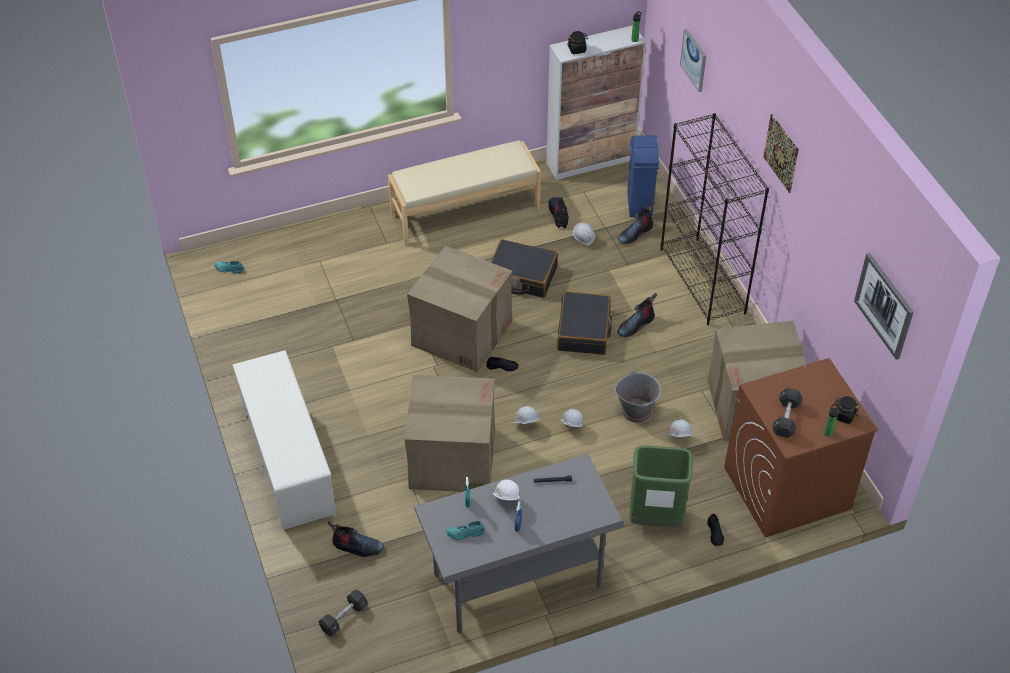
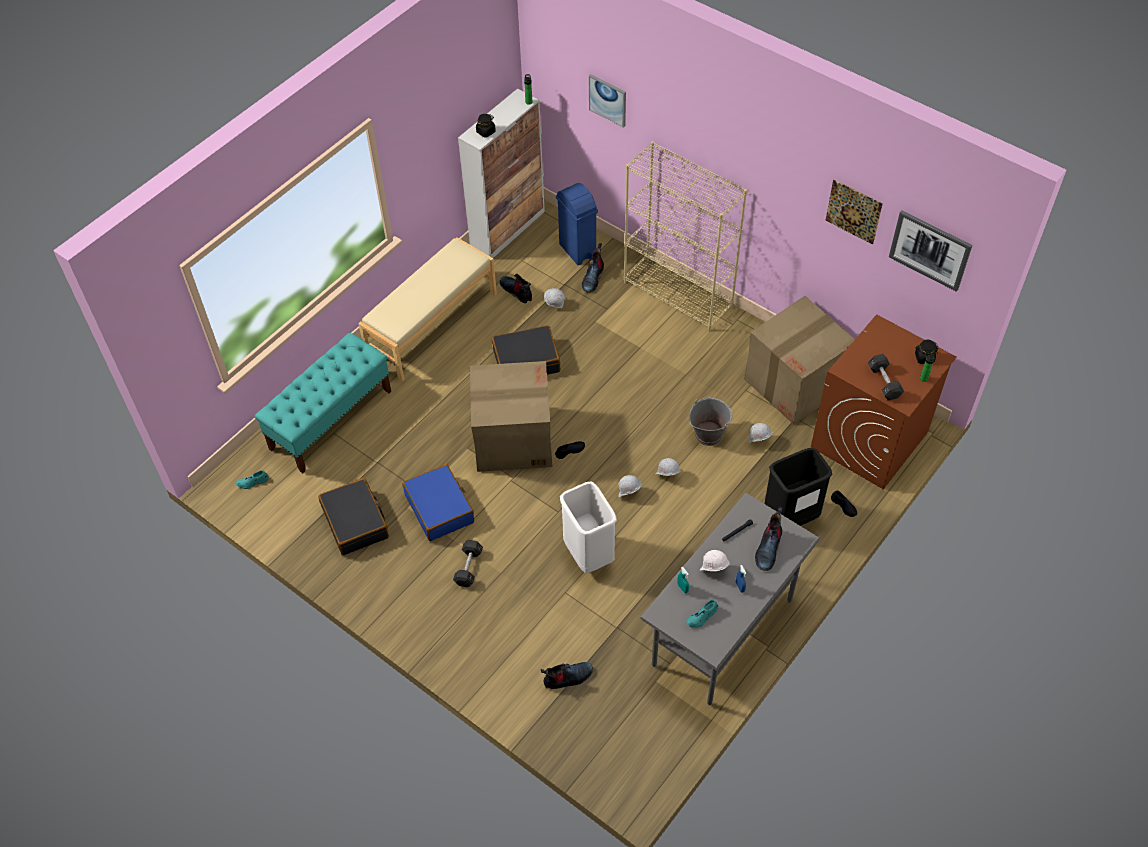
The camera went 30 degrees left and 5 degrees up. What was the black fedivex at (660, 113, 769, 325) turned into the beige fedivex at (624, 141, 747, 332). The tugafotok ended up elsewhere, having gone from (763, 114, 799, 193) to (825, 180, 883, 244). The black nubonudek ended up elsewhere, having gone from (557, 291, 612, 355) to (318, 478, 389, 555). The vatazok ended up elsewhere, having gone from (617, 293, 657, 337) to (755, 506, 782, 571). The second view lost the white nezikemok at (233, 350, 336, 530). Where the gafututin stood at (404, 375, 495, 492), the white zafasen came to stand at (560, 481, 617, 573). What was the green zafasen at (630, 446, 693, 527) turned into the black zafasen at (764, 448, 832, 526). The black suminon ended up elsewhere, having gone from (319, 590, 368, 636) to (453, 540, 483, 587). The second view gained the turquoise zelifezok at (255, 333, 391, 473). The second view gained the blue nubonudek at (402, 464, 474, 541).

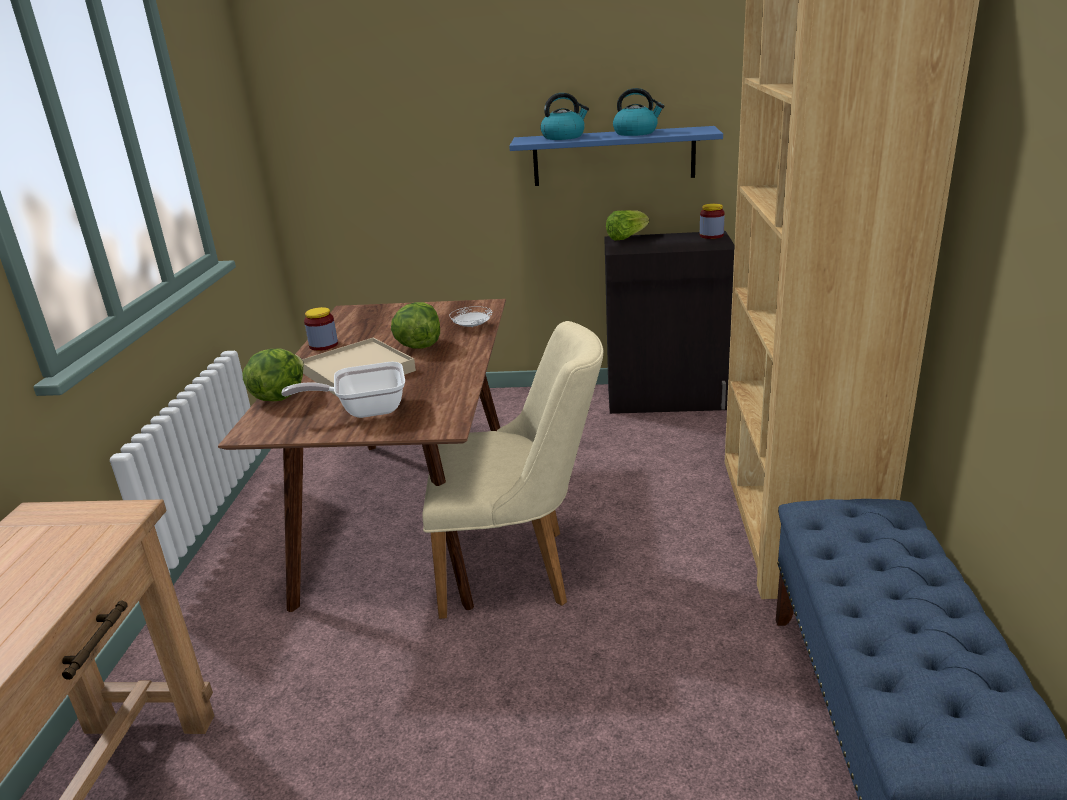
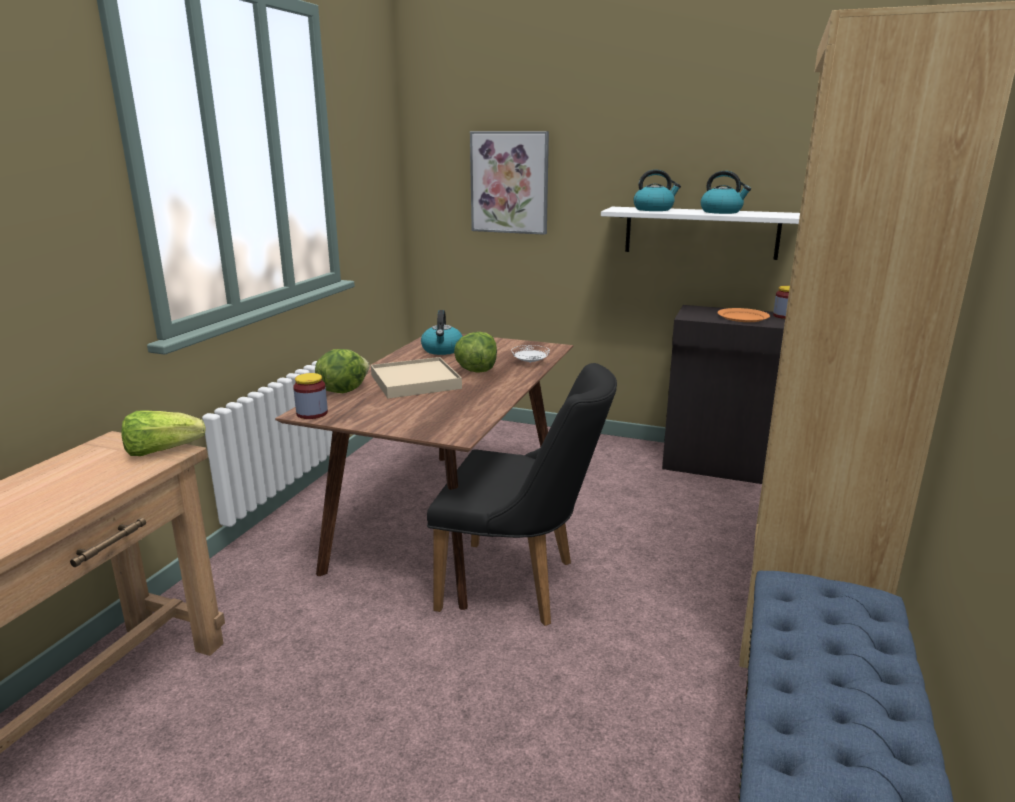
The camera went 15 degrees right and 5 degrees down. What was the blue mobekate at (509, 126, 723, 186) turned into the white mobekate at (601, 207, 800, 260). The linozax ended up elsewhere, having gone from (606, 210, 649, 240) to (121, 410, 206, 456). The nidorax ended up elsewhere, having gone from (304, 307, 338, 351) to (293, 373, 328, 419). What was the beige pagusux at (422, 321, 603, 619) turned into the black pagusux at (427, 363, 617, 626). The second view lost the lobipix at (281, 362, 405, 418). The second view gained the tugafotok at (470, 131, 549, 235). The second view gained the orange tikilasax at (717, 308, 770, 322). The second view gained the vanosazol at (421, 310, 463, 355).

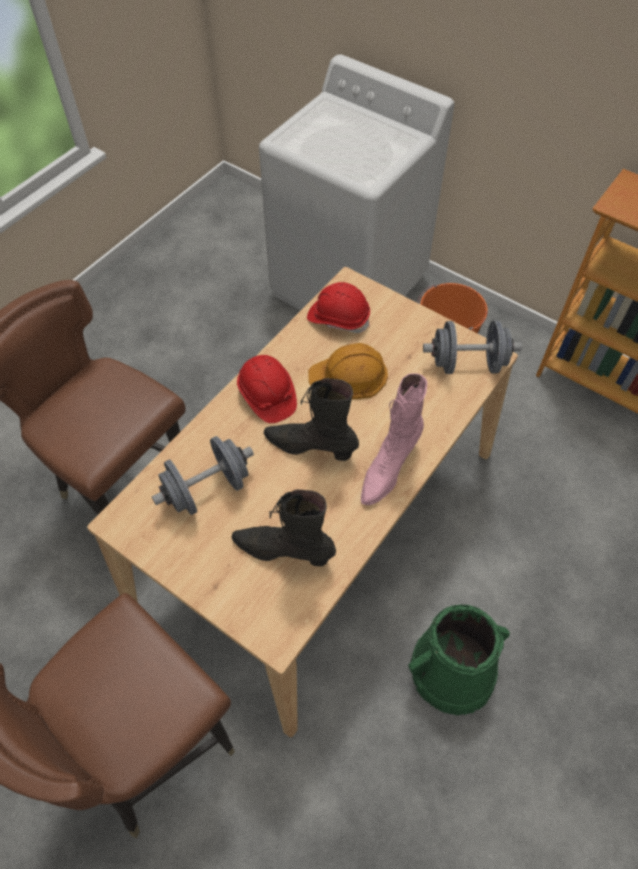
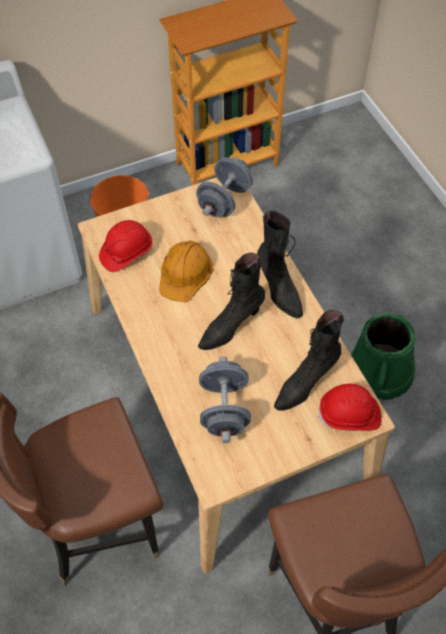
The camera went 60 degrees left and 0 degrees up. The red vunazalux ended up elsewhere, having gone from (237, 355, 297, 423) to (317, 384, 382, 431). What was the pink vatazok at (361, 373, 427, 505) turned into the black vatazok at (257, 211, 303, 318).

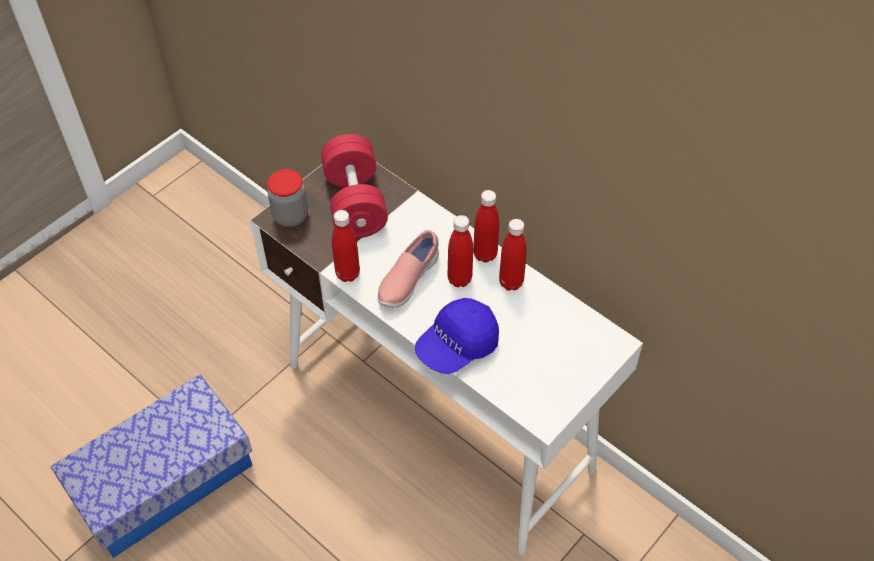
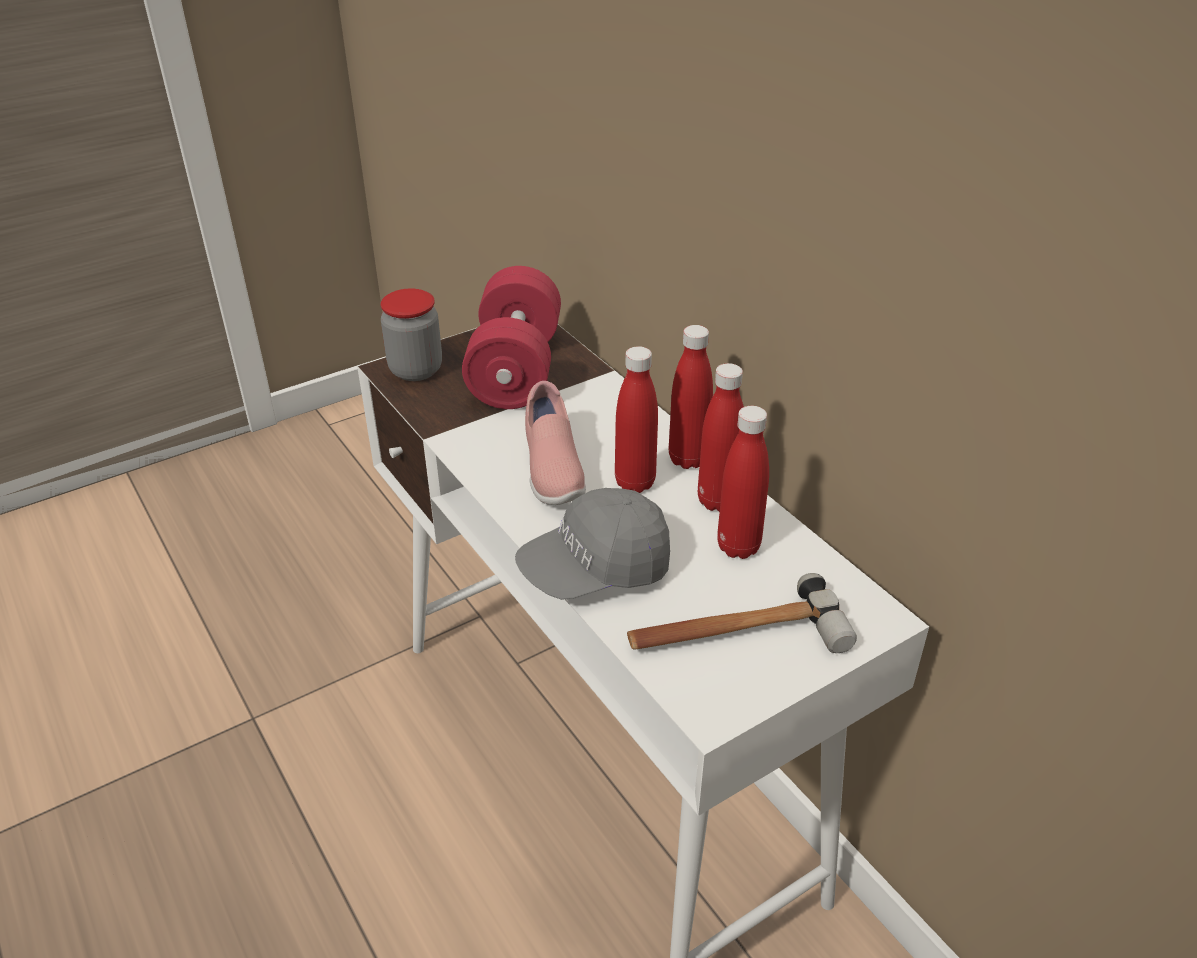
The camera went 15 degrees right and 15 degrees down. The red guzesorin ended up elsewhere, having gone from (332, 210, 360, 282) to (717, 406, 769, 559). The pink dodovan at (377, 230, 439, 308) ended up facing another way, 60 degrees counterclockwise from before. What was the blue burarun at (415, 298, 499, 374) turned into the grey burarun at (515, 488, 670, 600). The second view lost the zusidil at (51, 375, 252, 558). The second view gained the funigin at (627, 573, 857, 653).

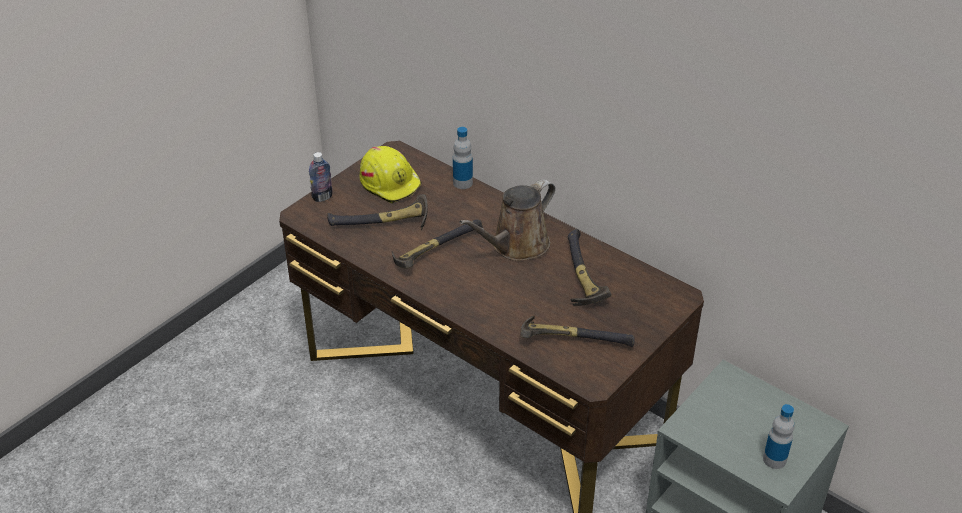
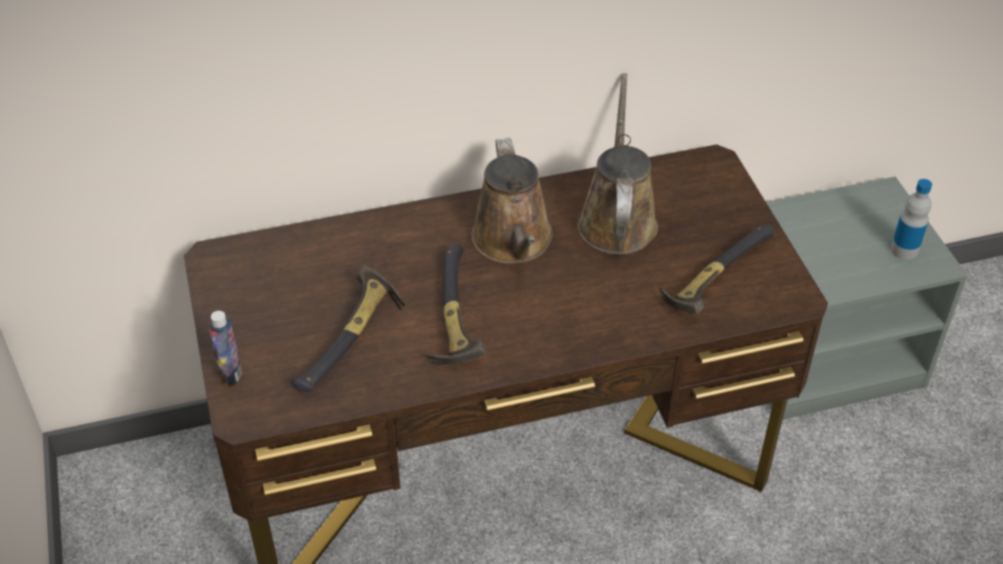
The camera went 55 degrees left and 5 degrees up. The second view lost the guzesorin at (453, 127, 473, 189). The second view lost the yellow vunazalux at (359, 146, 422, 203). Where the funigin stood at (568, 229, 612, 306), the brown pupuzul came to stand at (577, 73, 658, 255).

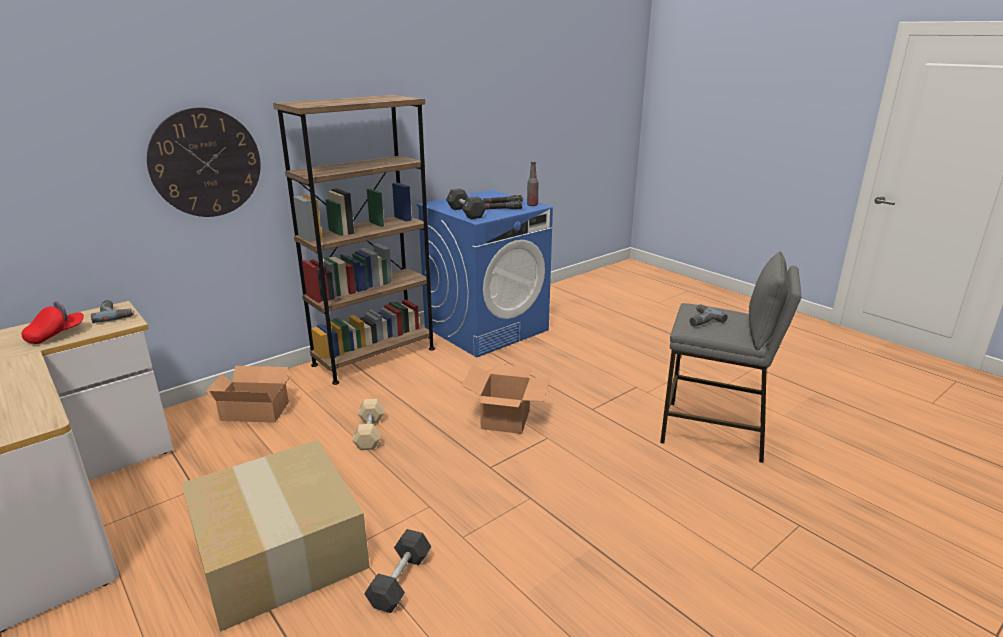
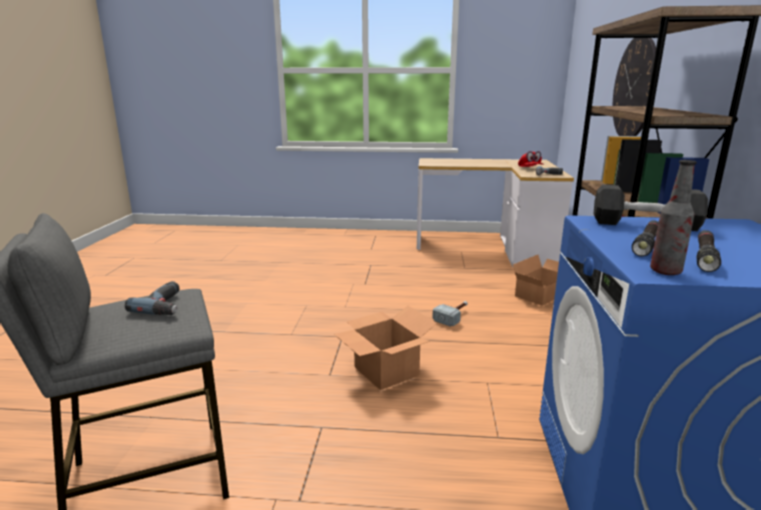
The camera went 135 degrees right and 5 degrees down. Where the beige suminon stood at (352, 399, 385, 450), the funigin came to stand at (432, 301, 468, 326). The second view lost the gafututin at (182, 440, 370, 632). The second view lost the black suminon at (364, 529, 432, 613).

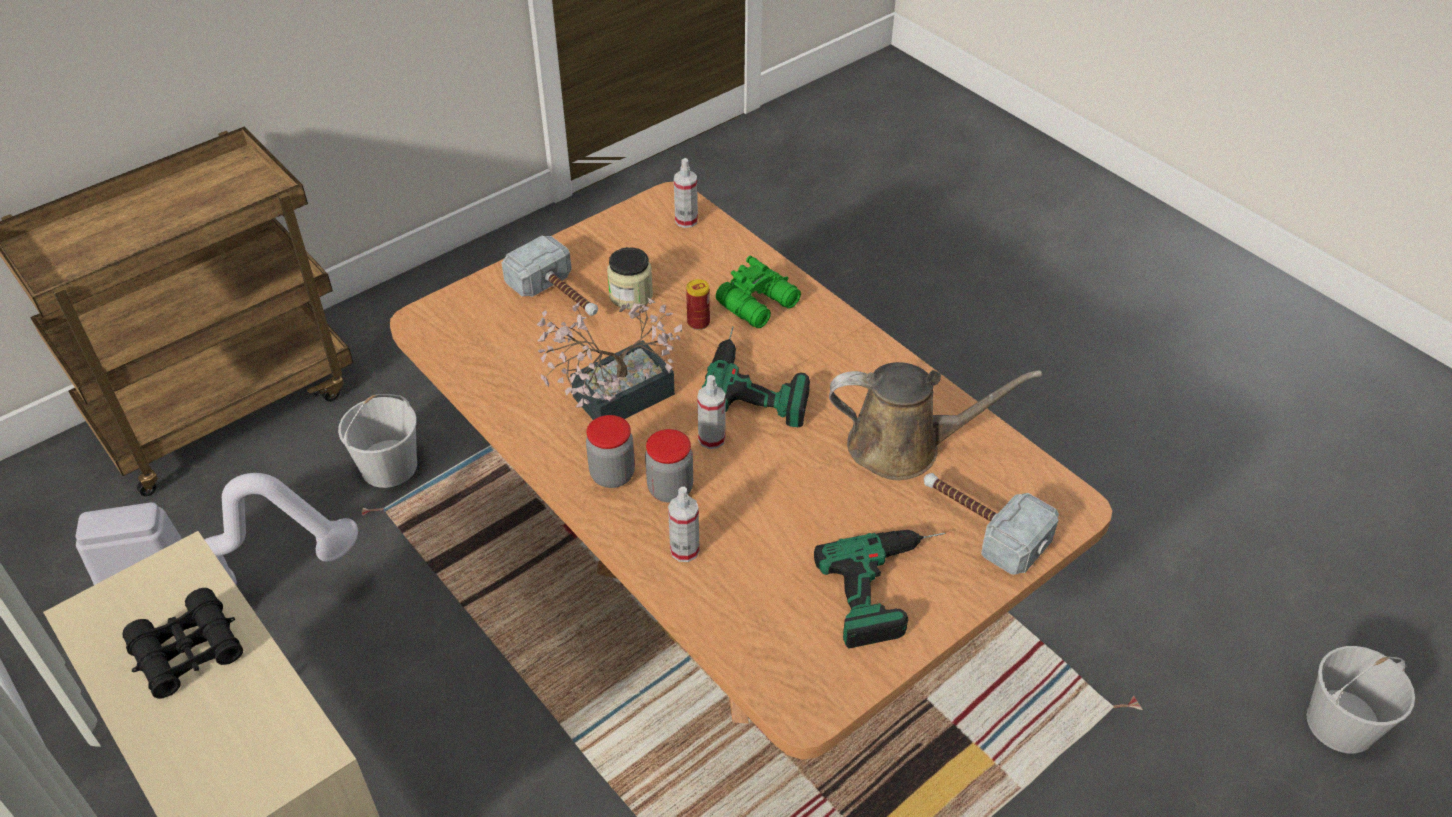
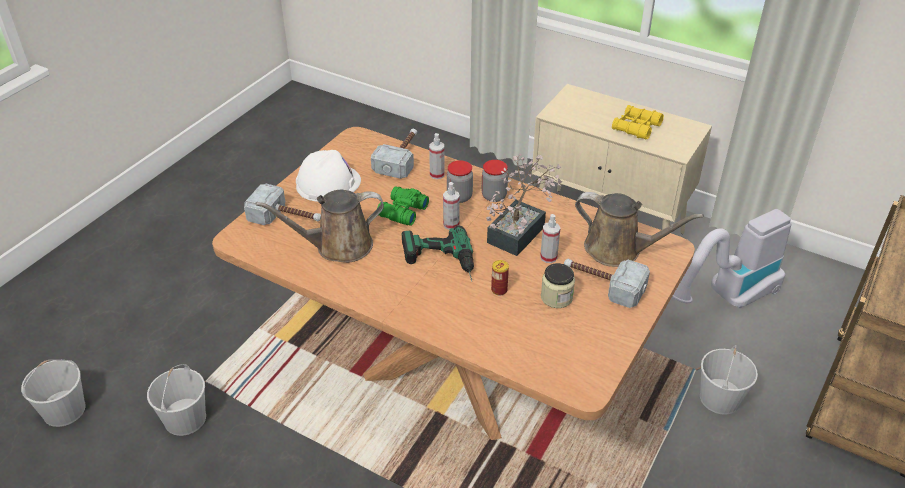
The camera went 160 degrees right and 5 degrees down. The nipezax ended up elsewhere, having gone from (674, 158, 698, 228) to (540, 214, 560, 263). The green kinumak ended up elsewhere, having gone from (716, 256, 801, 328) to (377, 186, 429, 226). Where the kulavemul stood at (814, 530, 945, 649), the white vunazalux came to stand at (296, 150, 361, 202). What was the black kinumak at (123, 588, 243, 699) turned into the yellow kinumak at (612, 105, 664, 139). The second view gained the funigin at (371, 129, 417, 179). The second view gained the brown pupuzul at (575, 192, 704, 267). The second view gained the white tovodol at (147, 364, 206, 436).

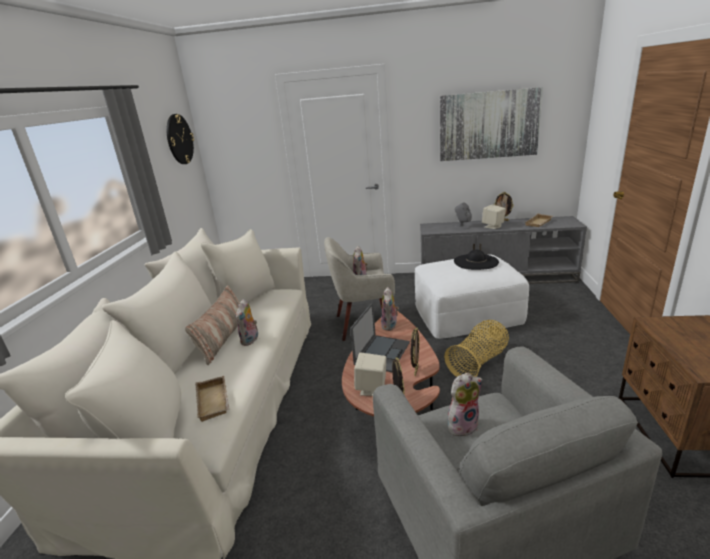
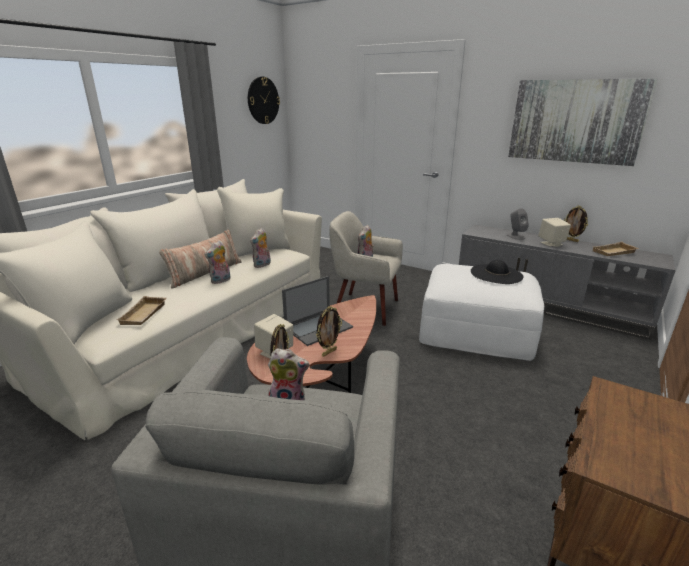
The camera went 25 degrees right and 0 degrees up. The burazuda ended up elsewhere, having gone from (381, 287, 399, 331) to (250, 228, 271, 268). The second view lost the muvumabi at (444, 320, 509, 377).

